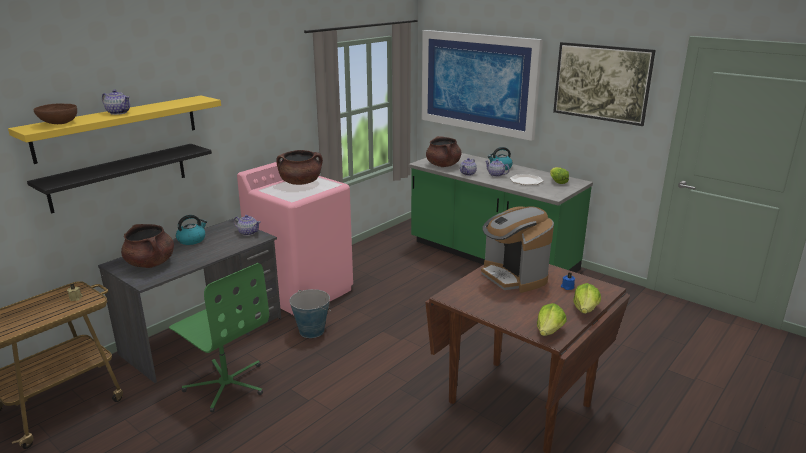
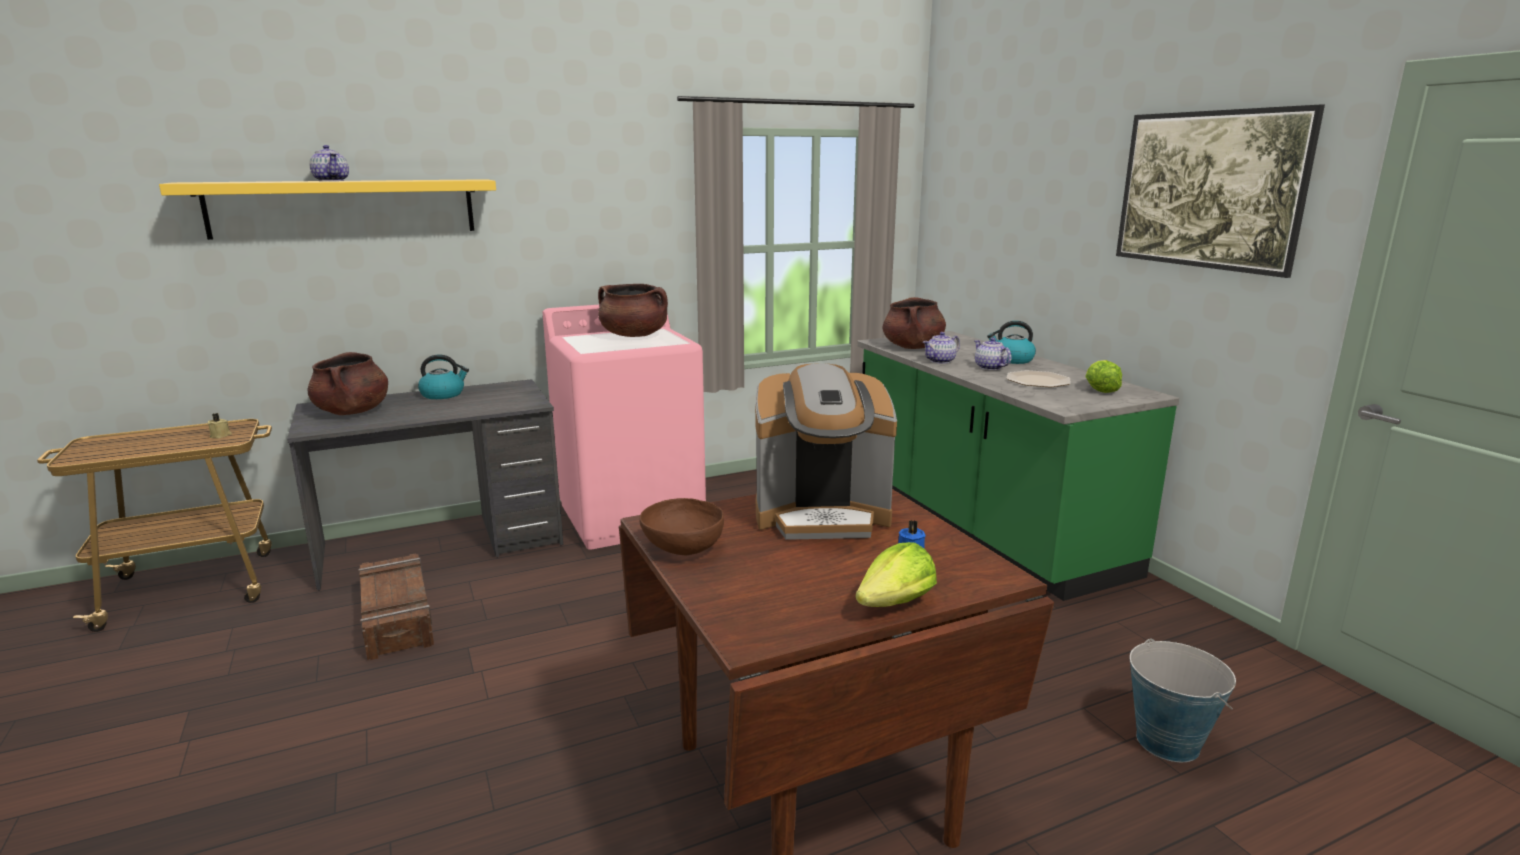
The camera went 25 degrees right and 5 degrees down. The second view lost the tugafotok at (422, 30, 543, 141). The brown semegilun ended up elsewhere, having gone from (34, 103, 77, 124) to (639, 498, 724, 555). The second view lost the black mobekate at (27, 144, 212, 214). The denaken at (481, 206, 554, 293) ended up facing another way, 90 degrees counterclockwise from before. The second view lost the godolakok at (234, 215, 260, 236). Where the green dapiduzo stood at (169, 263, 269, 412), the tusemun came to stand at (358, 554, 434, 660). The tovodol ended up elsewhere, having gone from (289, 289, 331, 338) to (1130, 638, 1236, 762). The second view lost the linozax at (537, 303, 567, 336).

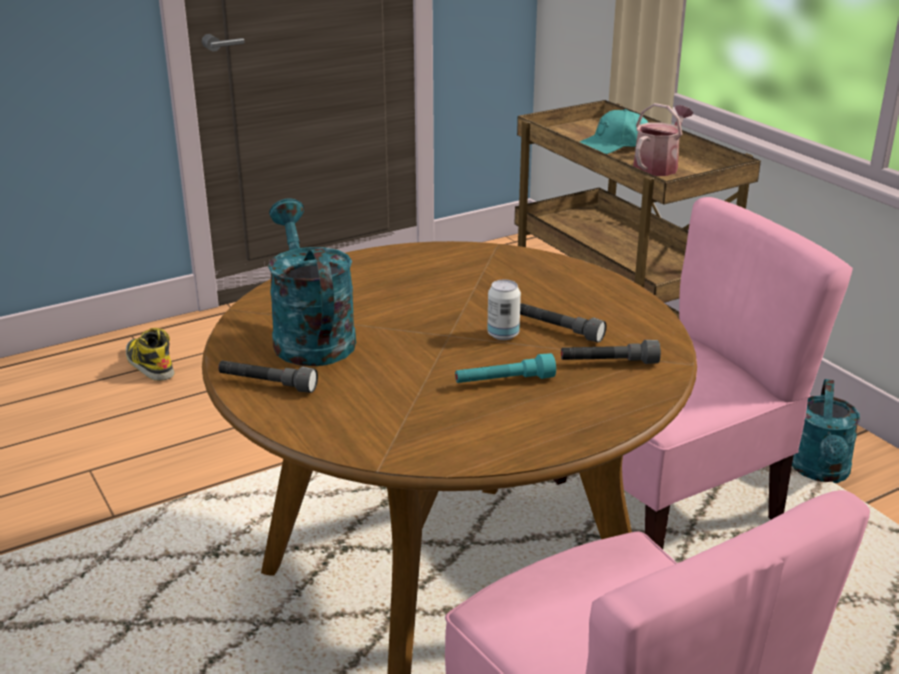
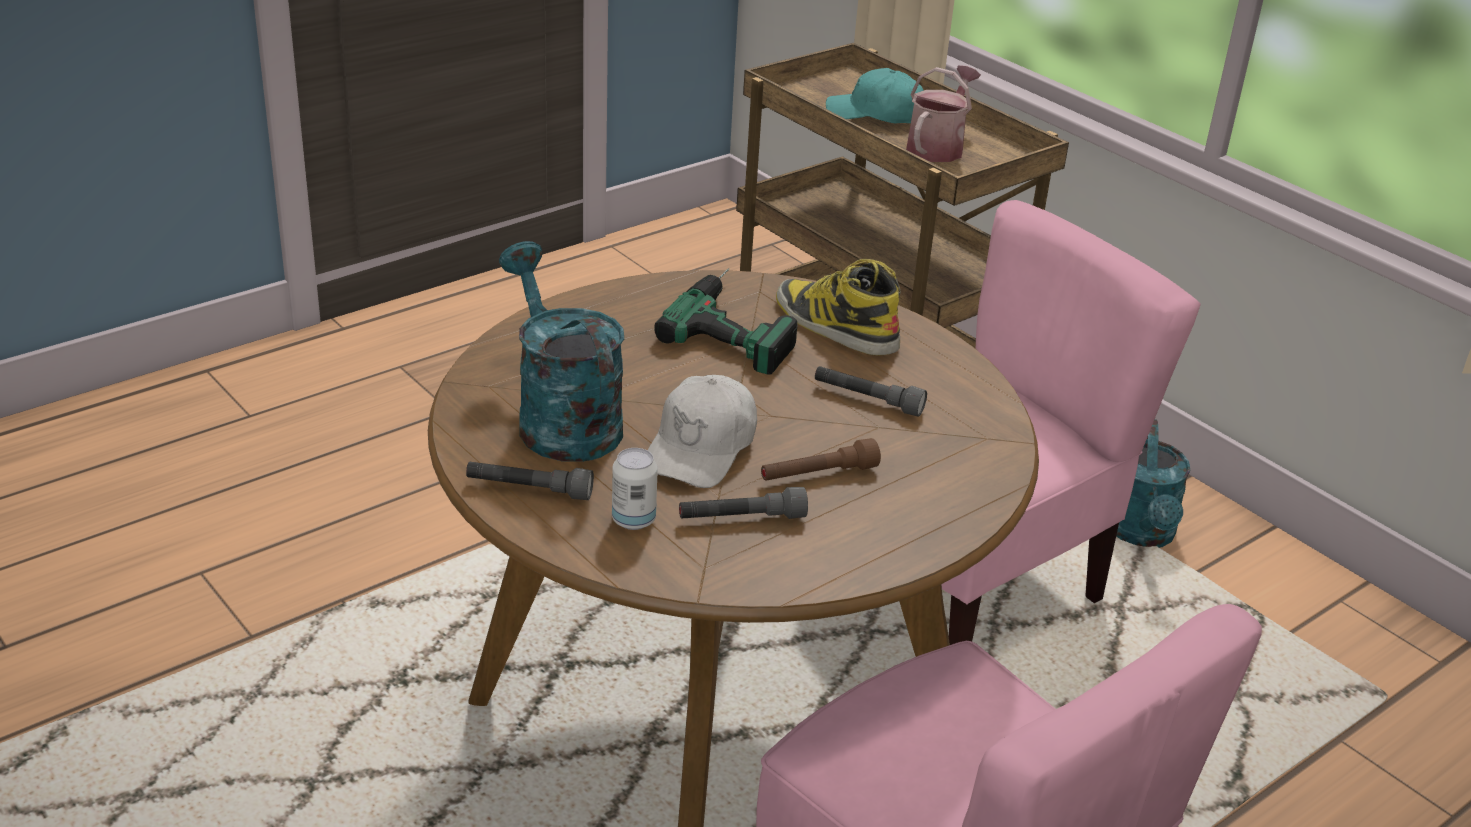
The camera went 10 degrees left and 5 degrees up. The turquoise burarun at (580, 109, 648, 154) ended up facing another way, 45 degrees clockwise from before. The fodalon ended up elsewhere, having gone from (487, 280, 521, 340) to (612, 448, 658, 530). The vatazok ended up elsewhere, having gone from (126, 328, 175, 381) to (776, 259, 901, 356). The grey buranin ended up elsewhere, having gone from (561, 340, 661, 364) to (679, 487, 808, 519). What was the turquoise buranin at (455, 353, 556, 383) turned into the brown buranin at (761, 438, 881, 481). The second view gained the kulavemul at (654, 268, 798, 374). The second view gained the white burarun at (647, 375, 757, 488).

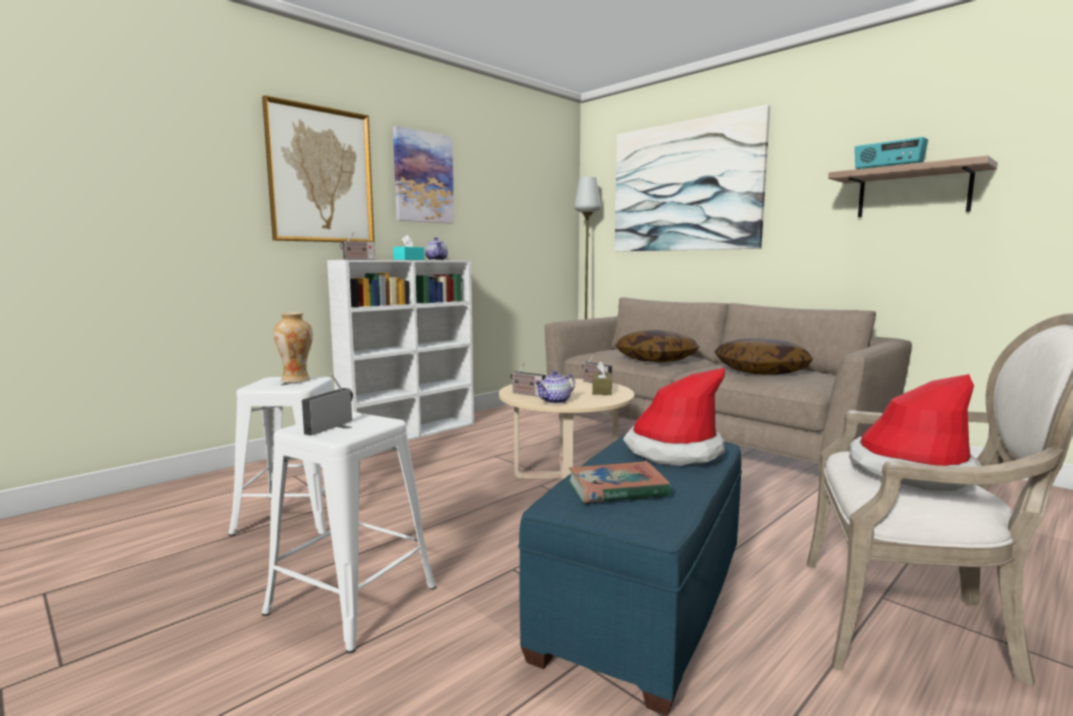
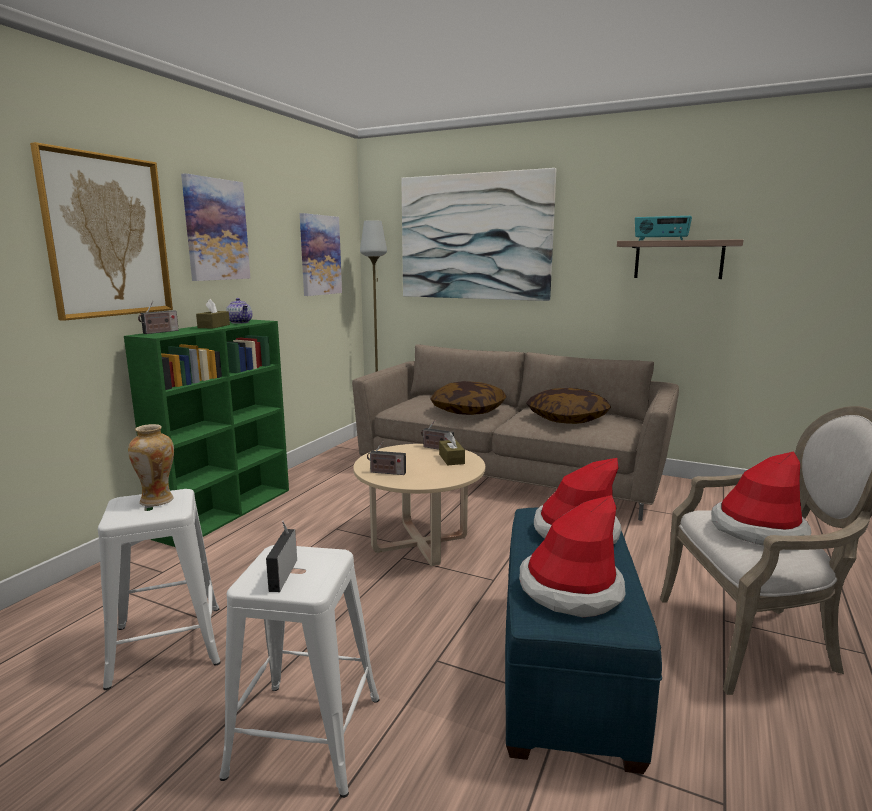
The camera went 20 degrees left and 5 degrees up. What was the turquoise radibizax at (393, 235, 424, 260) turned into the brown radibizax at (196, 299, 230, 328). What was the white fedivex at (327, 260, 474, 440) turned into the green fedivex at (124, 320, 289, 547). The second view lost the godolakok at (534, 371, 575, 404). Where the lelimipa stood at (569, 461, 671, 503), the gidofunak came to stand at (519, 495, 626, 617). The second view gained the tugafotok at (300, 213, 342, 296).

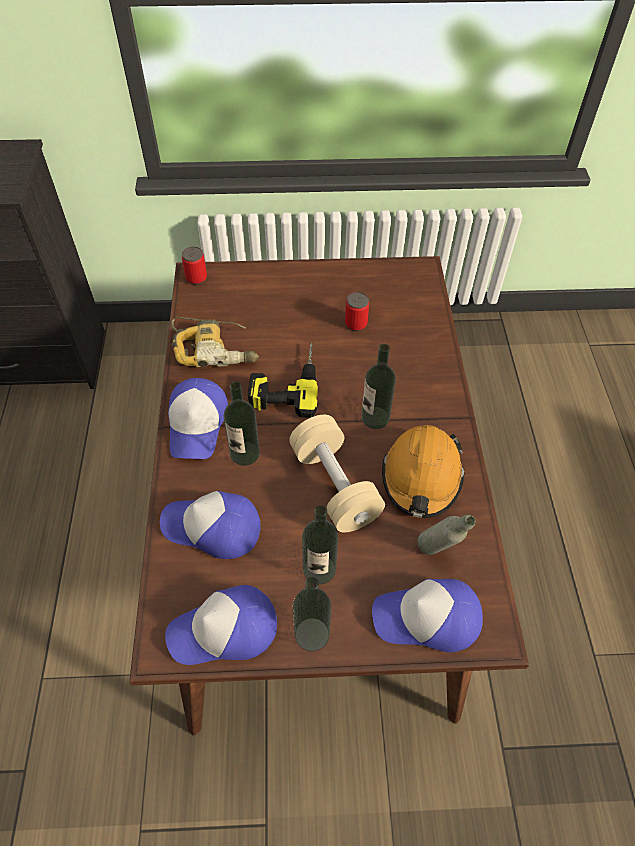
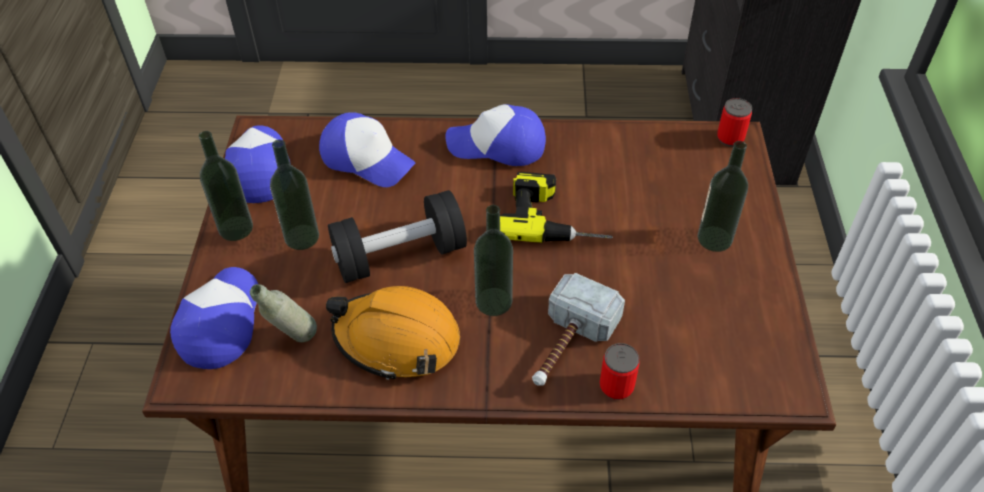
The camera went 95 degrees right and 5 degrees down. The fodalon ended up elsewhere, having gone from (345, 292, 369, 331) to (600, 343, 640, 400). The second view lost the kulavemul at (171, 317, 259, 367). The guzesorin ended up elsewhere, having gone from (224, 381, 260, 466) to (698, 141, 748, 252). What was the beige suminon at (289, 415, 385, 533) turned into the black suminon at (328, 190, 467, 283). The burarun at (160, 491, 261, 559) ended up facing another way, 105 degrees clockwise from before. The second view gained the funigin at (532, 273, 625, 386).

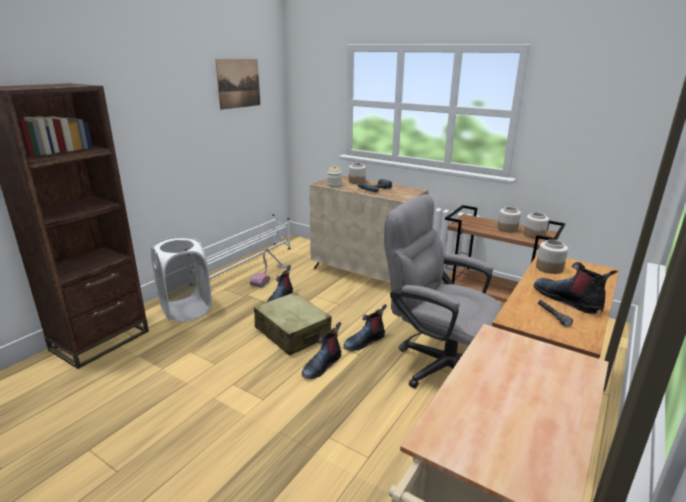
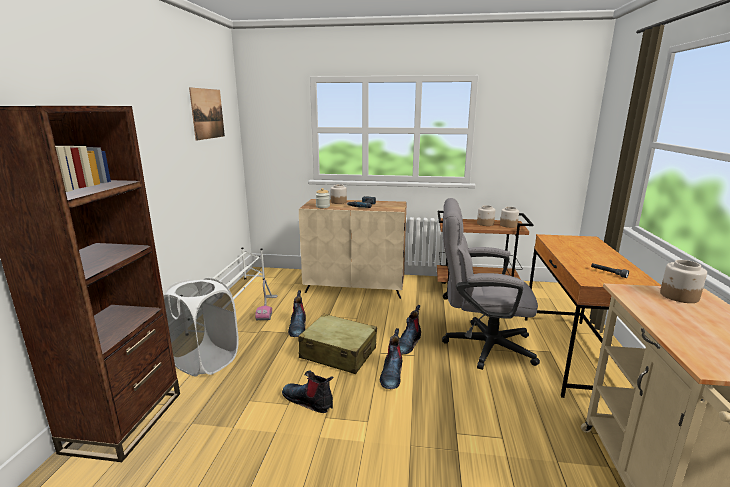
The camera went 25 degrees left and 5 degrees down. The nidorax ended up elsewhere, having gone from (536, 239, 568, 274) to (660, 260, 707, 303). The vatazok ended up elsewhere, having gone from (534, 262, 617, 314) to (282, 370, 334, 413).

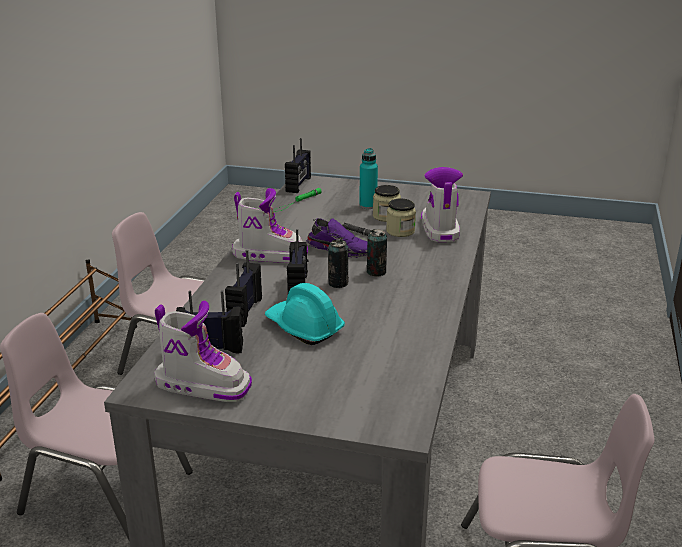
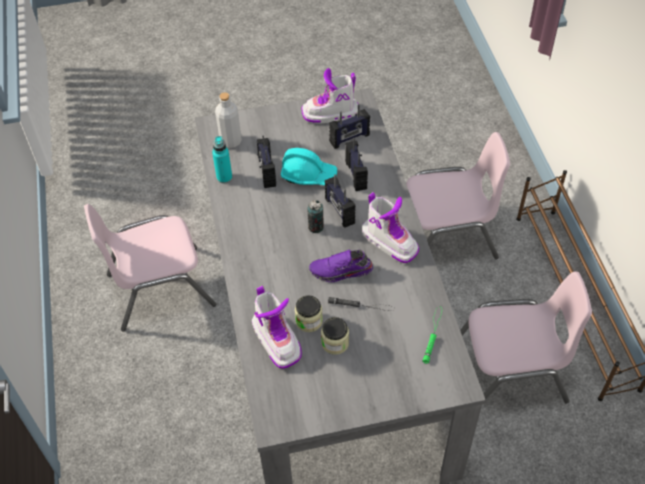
The camera went 155 degrees right and 25 degrees up. The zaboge ended up elsewhere, having gone from (285, 138, 311, 193) to (257, 135, 276, 188). The turquoise guzesorin ended up elsewhere, having gone from (359, 148, 378, 209) to (212, 136, 232, 184). The vatazok at (232, 188, 308, 263) ended up facing another way, 120 degrees counterclockwise from before. The second view lost the fodalon at (367, 229, 387, 277). The second view gained the grey guzesorin at (215, 92, 242, 148).

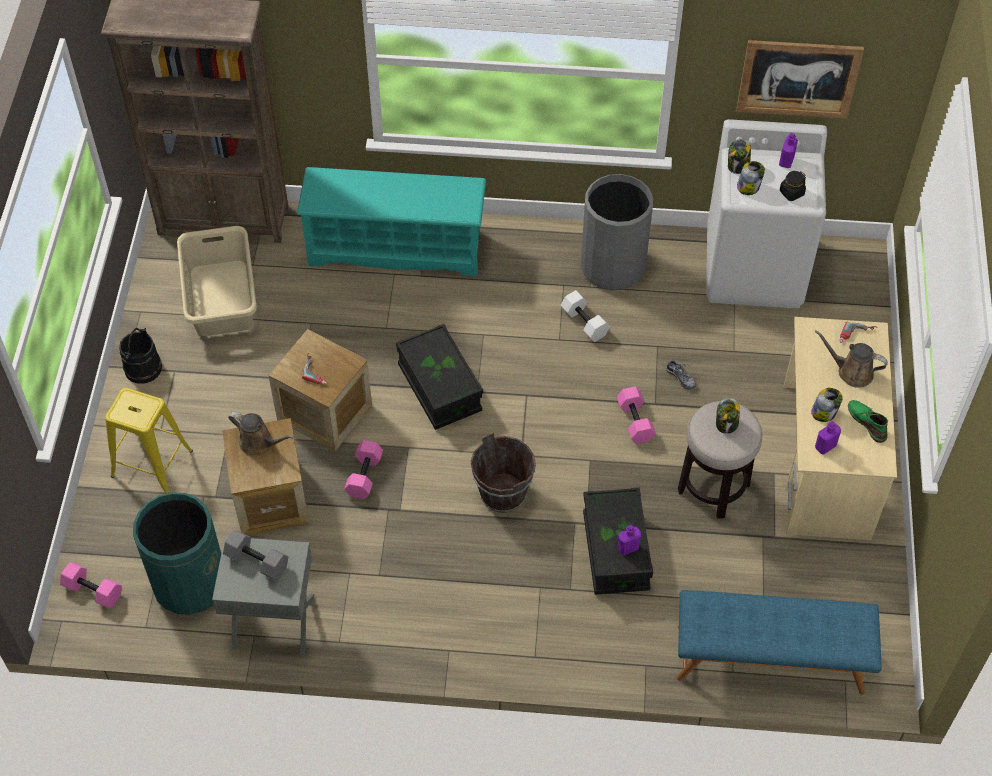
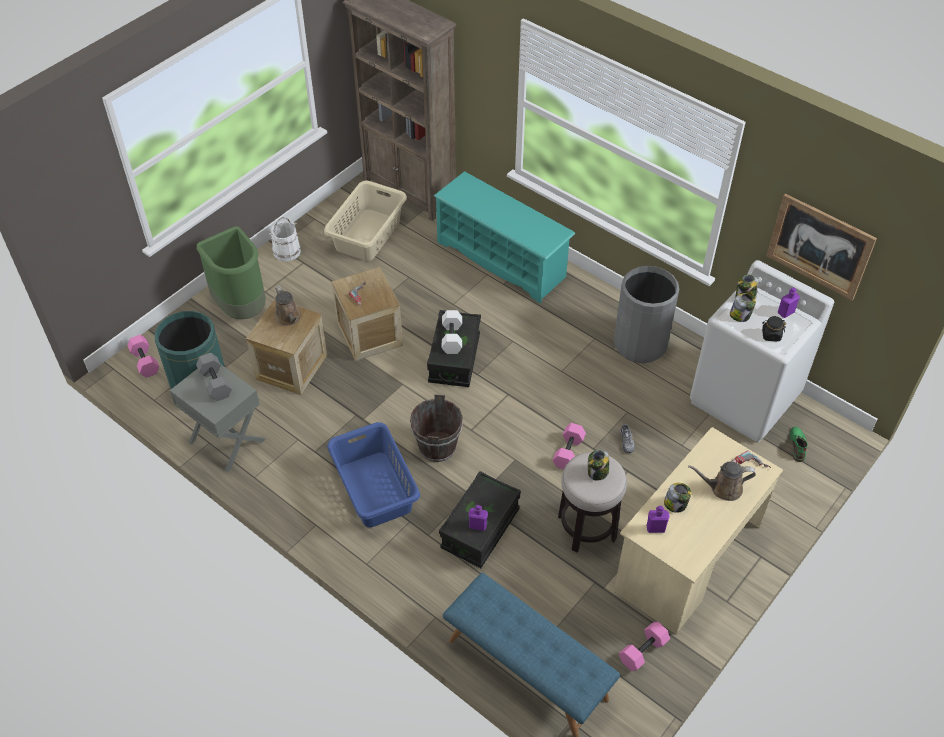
The camera went 35 degrees right and 5 degrees down. The white suminon ended up elsewhere, having gone from (561, 290, 610, 342) to (442, 310, 462, 354). What was the black tovodol at (119, 328, 162, 384) turned into the white tovodol at (270, 217, 301, 261). The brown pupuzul at (815, 330, 888, 388) ended up facing another way, 60 degrees counterclockwise from before. Where the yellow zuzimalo stood at (105, 388, 193, 494), the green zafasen came to stand at (197, 226, 266, 319). The green vatazok ended up elsewhere, having gone from (848, 400, 888, 443) to (790, 427, 808, 462). The pink suminon ended up elsewhere, having gone from (344, 440, 383, 499) to (619, 621, 670, 671). The second view gained the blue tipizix at (327, 422, 420, 527).

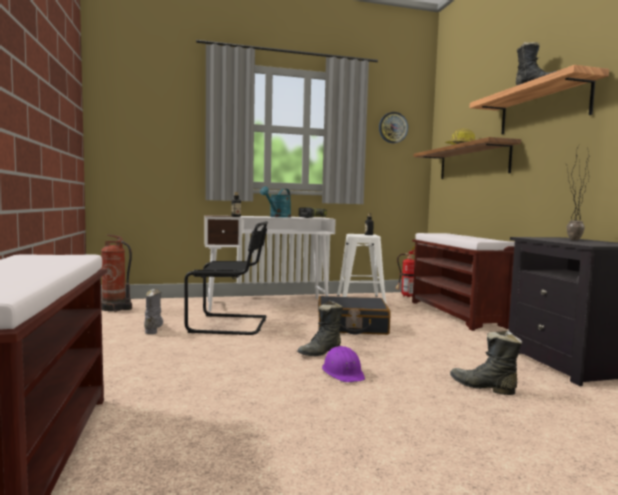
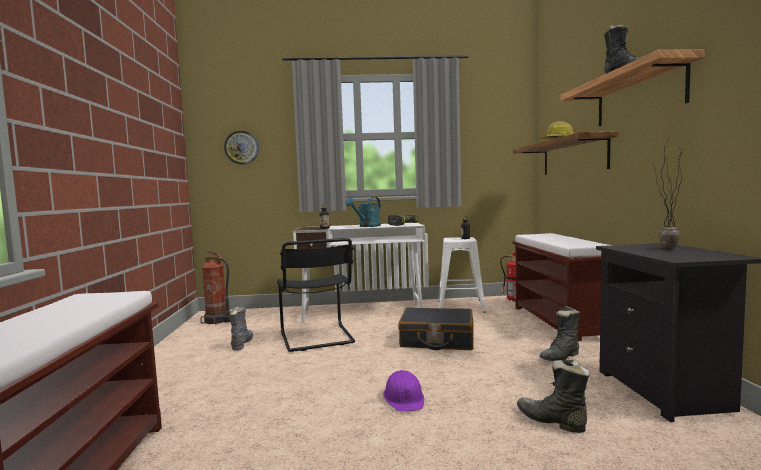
The camera went 10 degrees right and 0 degrees up. The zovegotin ended up elsewhere, having gone from (379, 112, 408, 143) to (224, 131, 259, 165). The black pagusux at (184, 221, 268, 335) ended up facing another way, 60 degrees clockwise from before. The black vatazok ended up elsewhere, having gone from (297, 300, 343, 356) to (539, 306, 580, 361).

